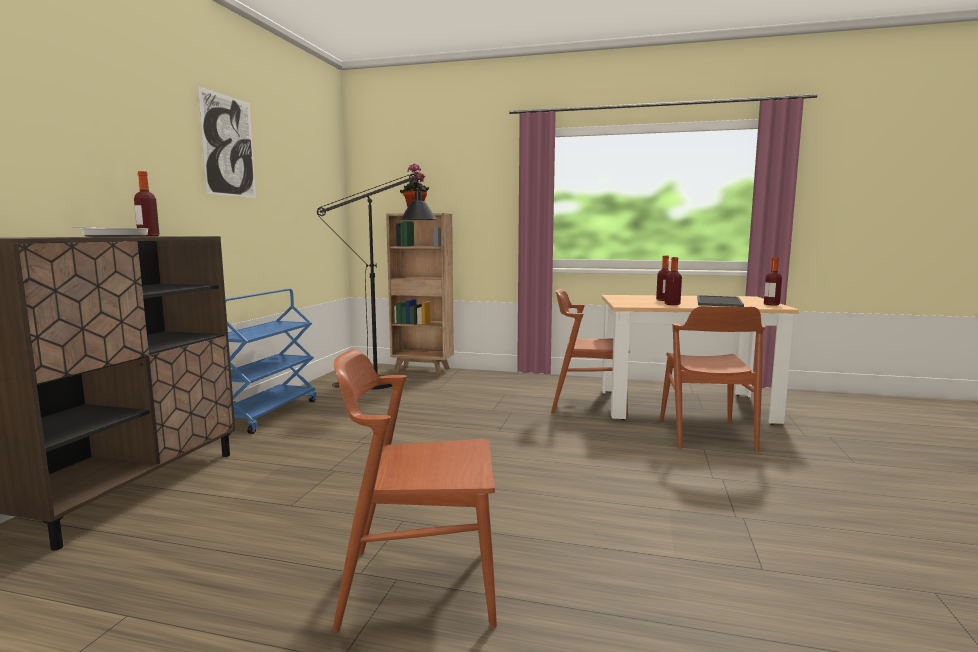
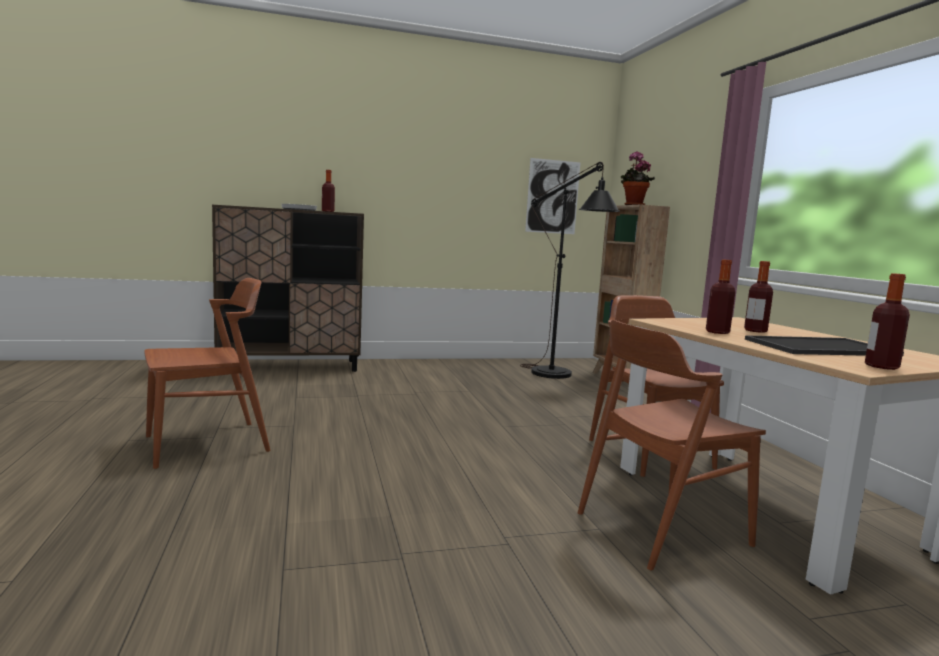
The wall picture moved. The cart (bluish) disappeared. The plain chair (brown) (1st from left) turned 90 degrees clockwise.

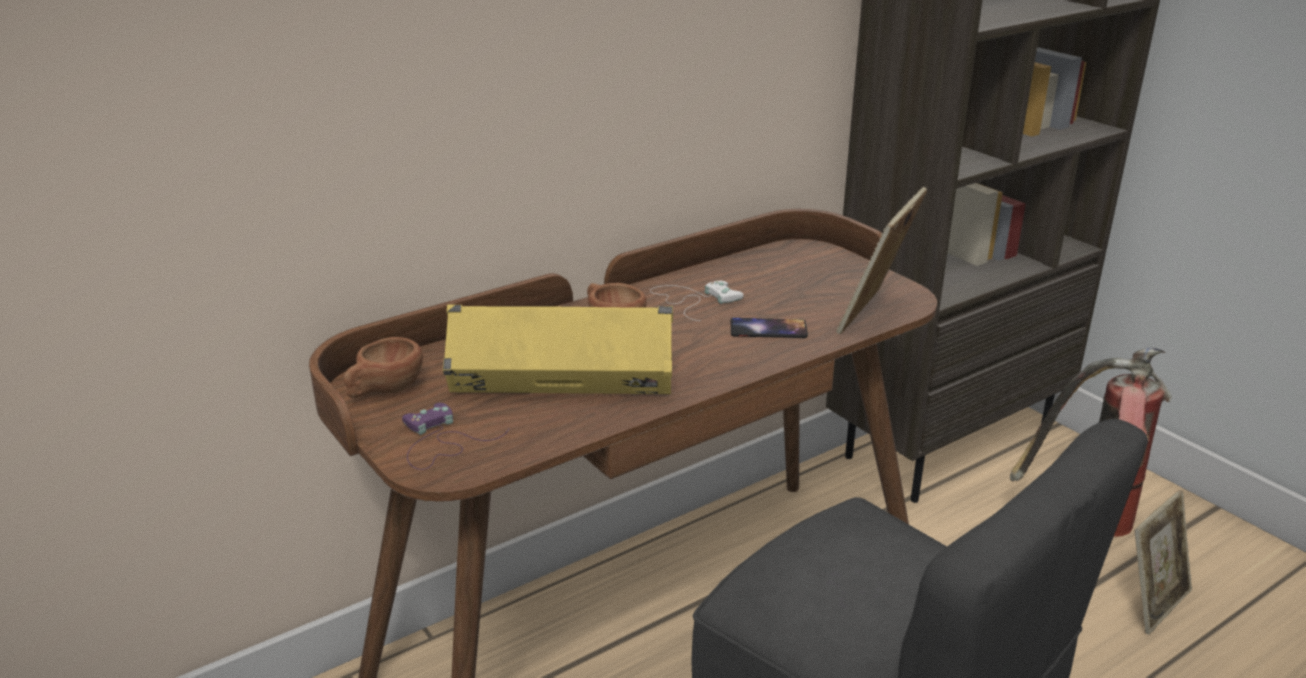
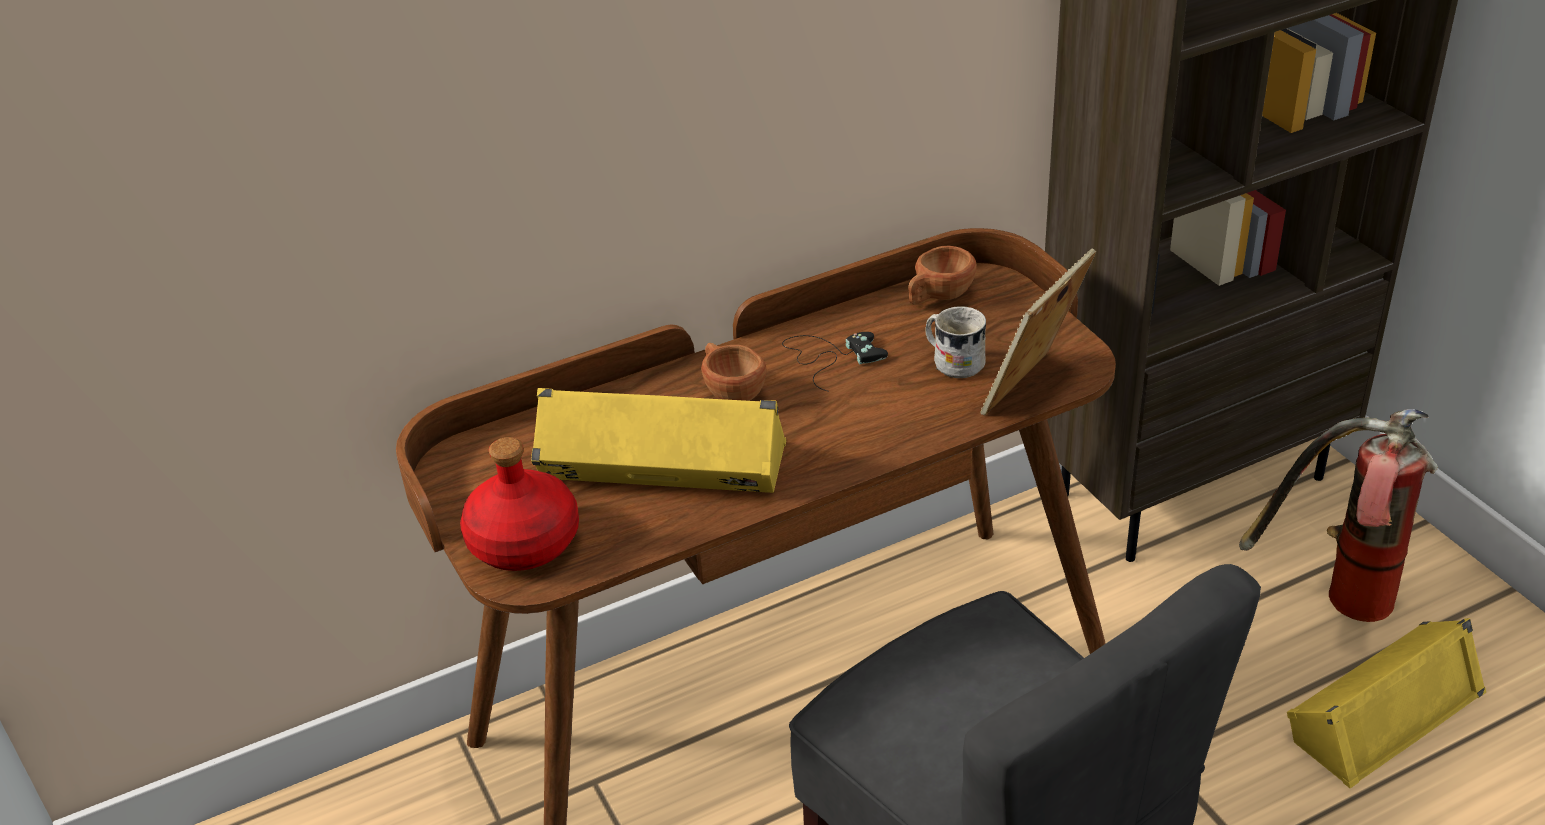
The cup (brown) (1st from left in the first image) moved. The joypad (purplish) was replaced by the bottle (red). The joypad (whitish) became the joypad (black-coloured). The telephone disappeared. The standing frame (2nd from left) was replaced by the audio speaker (yellow) (2nd from left). The mug (whitish) appeared.

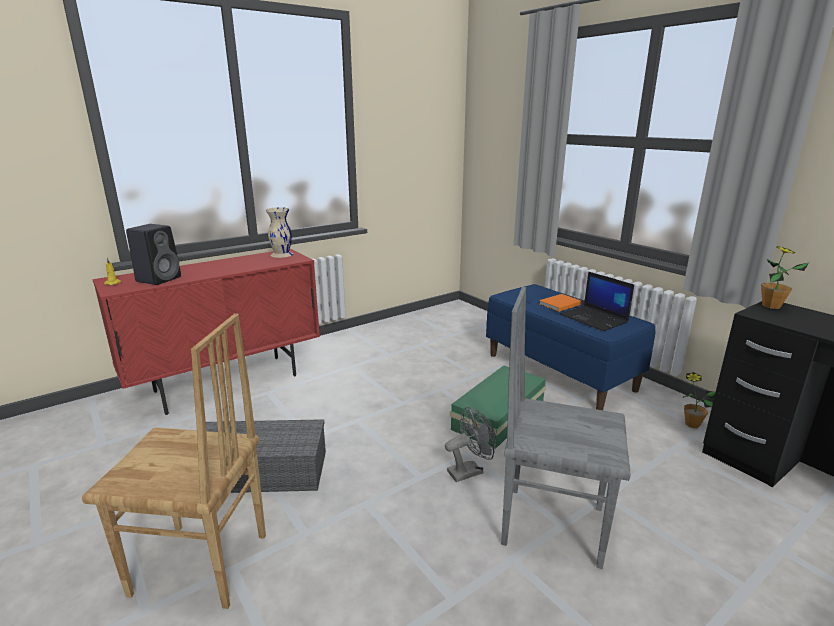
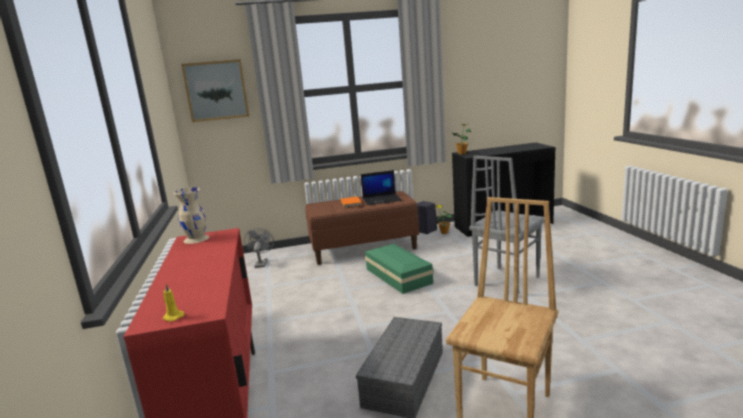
The audio speaker (black-coloured) moved. The cooling fan (grey) moved. The long seat (bluish) became the long seat (brown). The wall picture appeared.

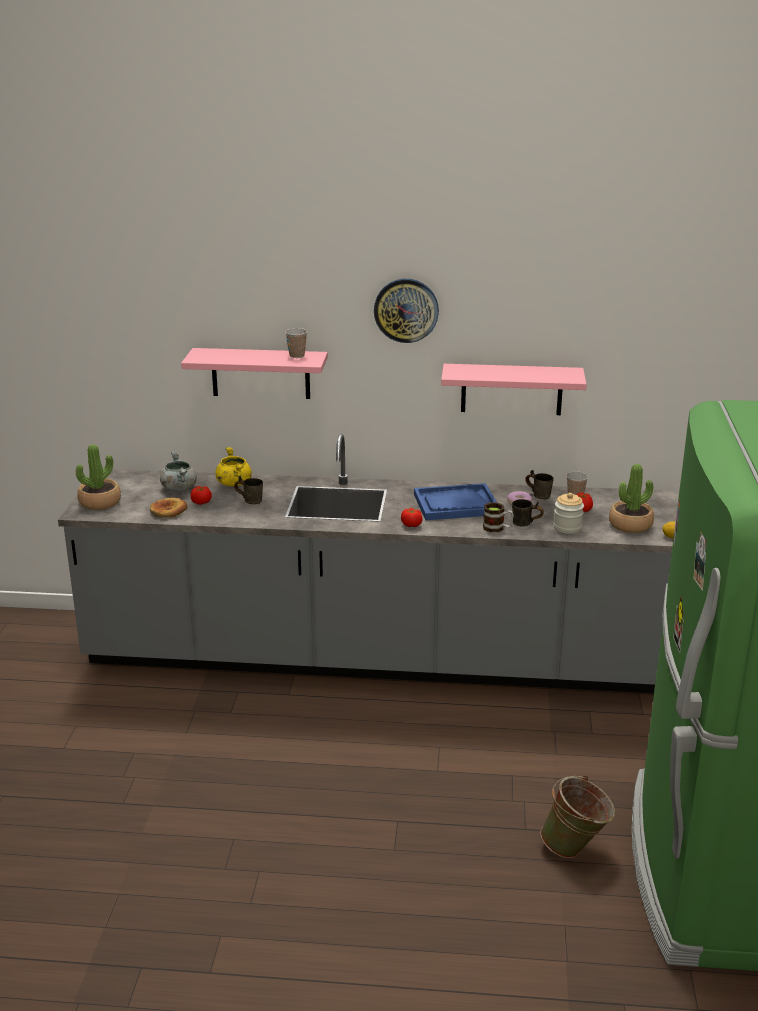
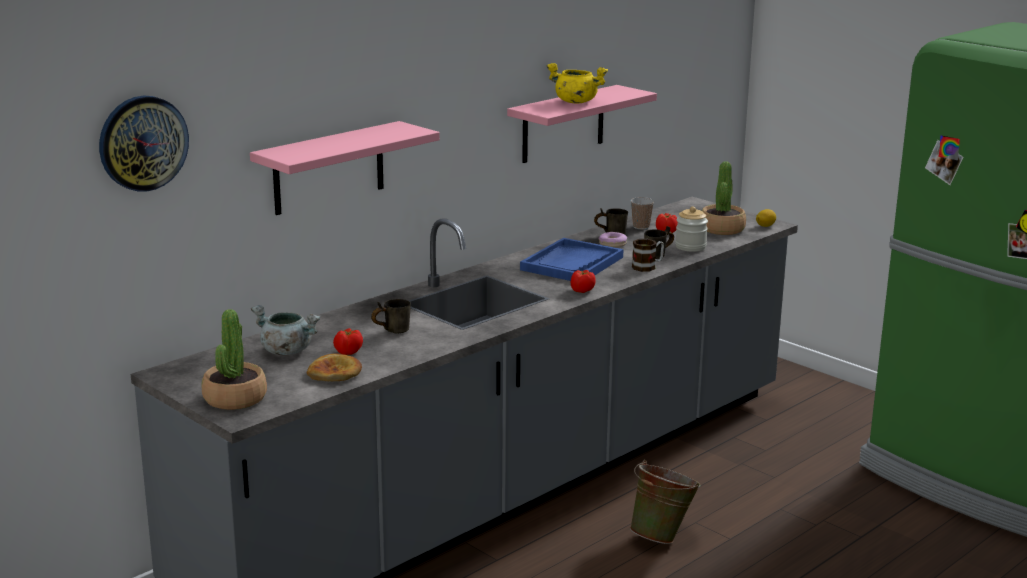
The saucepot (yellow) moved. The cup (1st from left) disappeared. The clock on the wall moved. The bucket (green) moved.

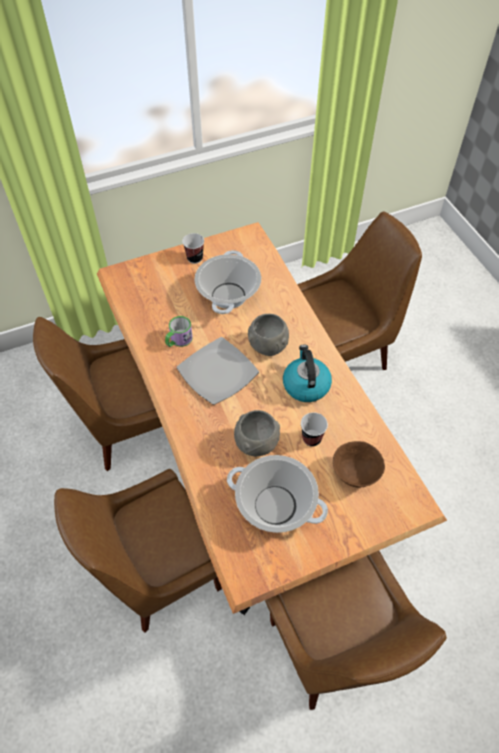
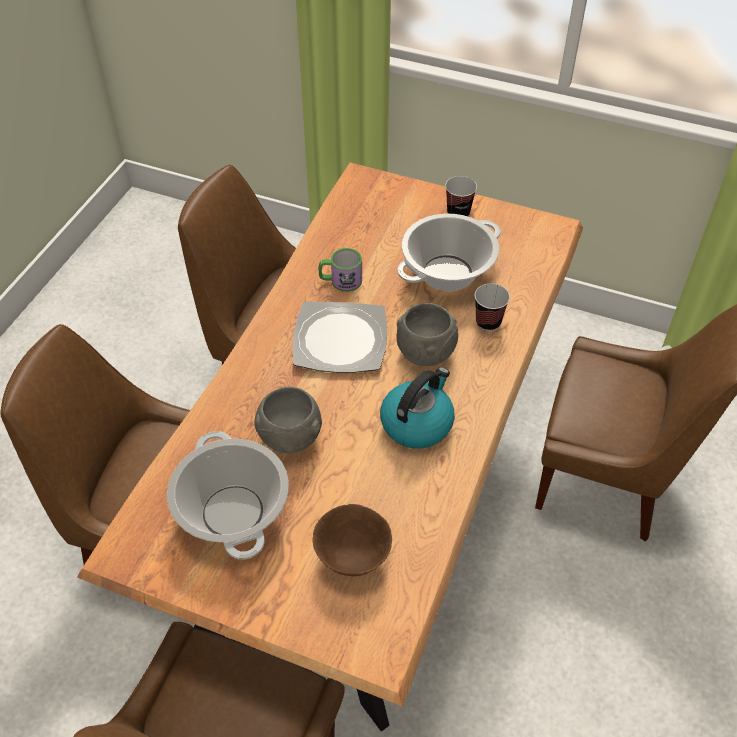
The cup (2nd from left) moved.

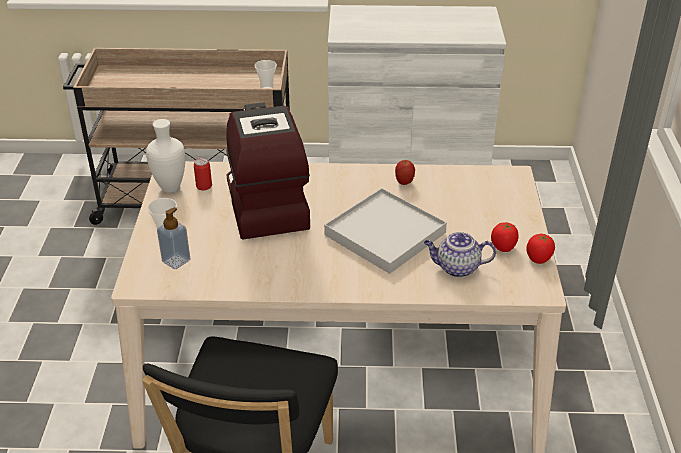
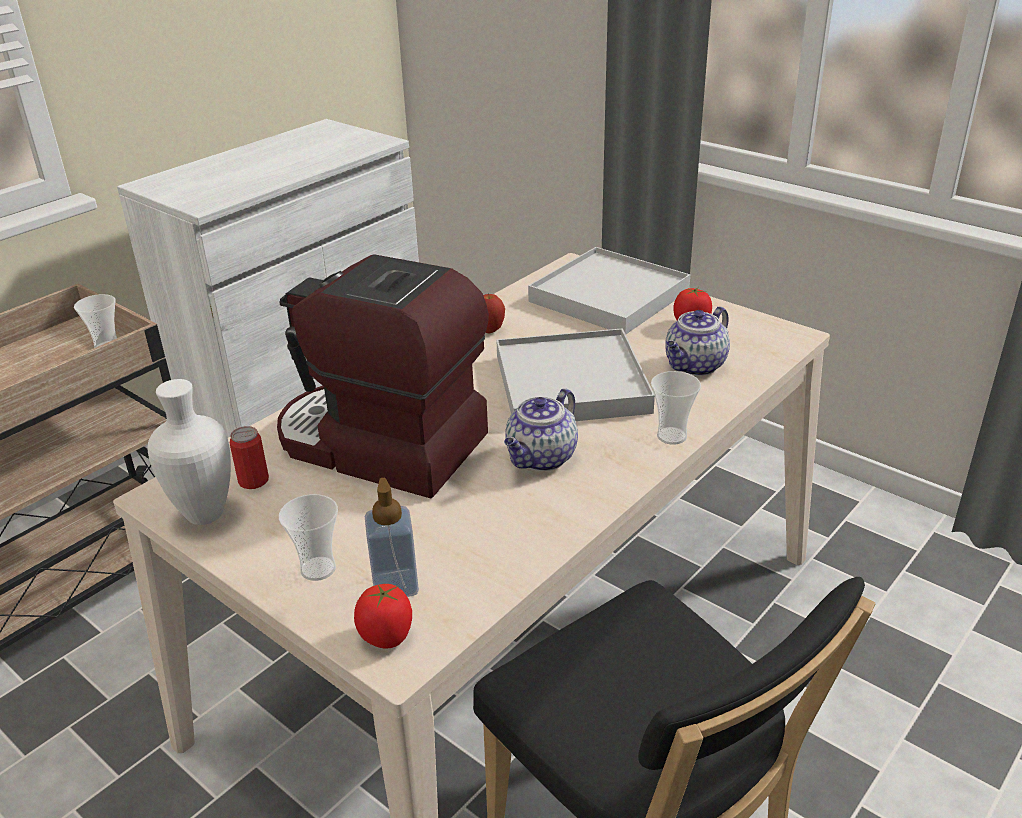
The whole tomato (2nd from left in the first image) moved. The tea pot (1st from left) appeared. The tray (whitish) (2nd from left) appeared. The cup (3rd from left) appeared.

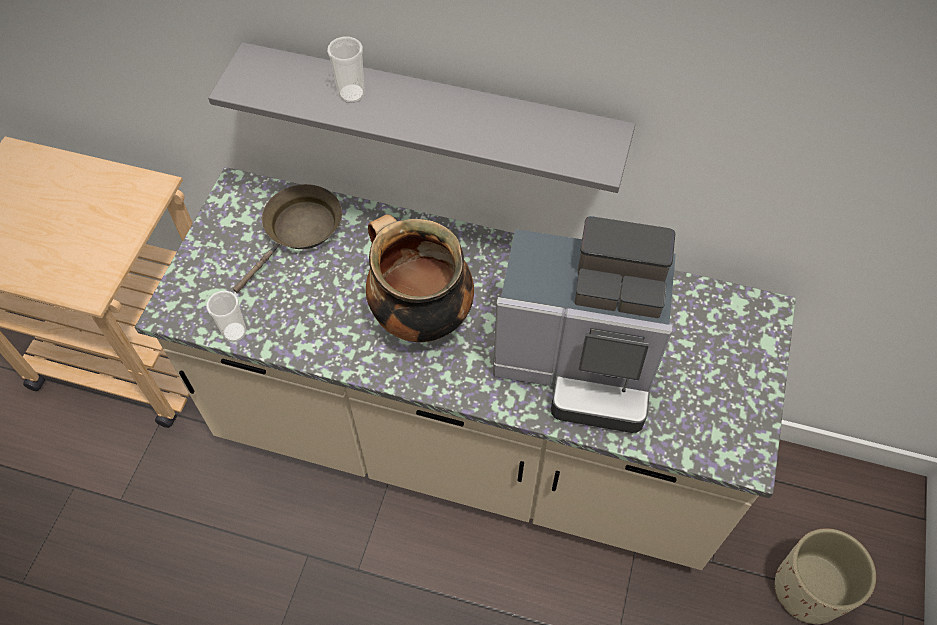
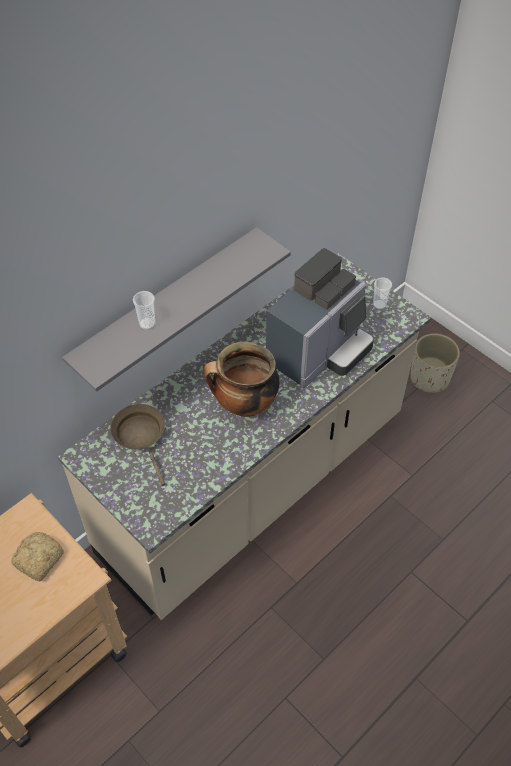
The cup (1st from left in the first image) moved. The bakery bread appeared.

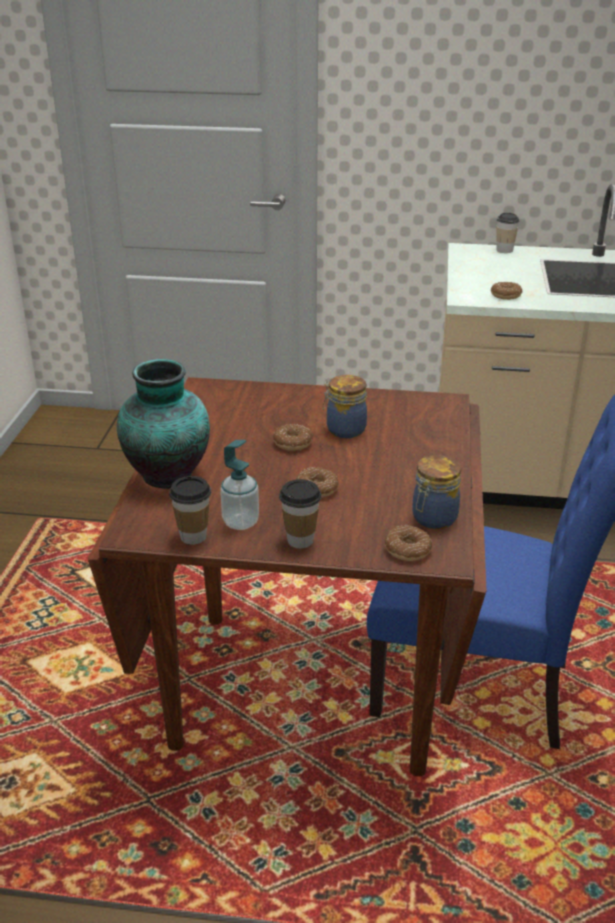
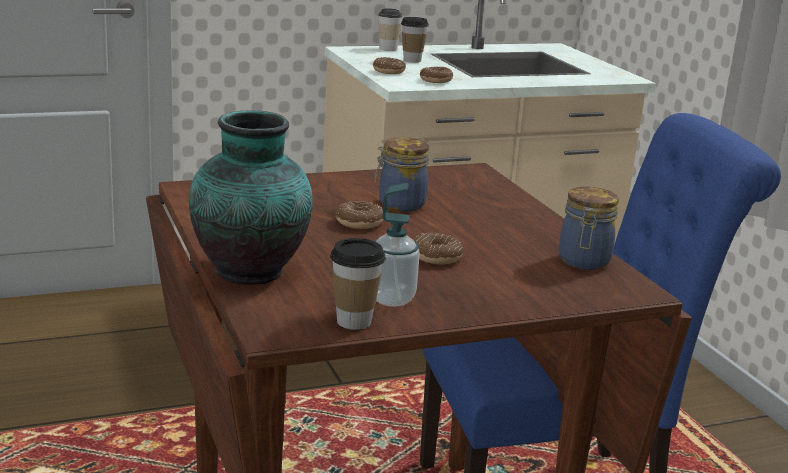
The cup (2nd from left in the first image) moved. The doughnut (3rd from left in the first image) moved.

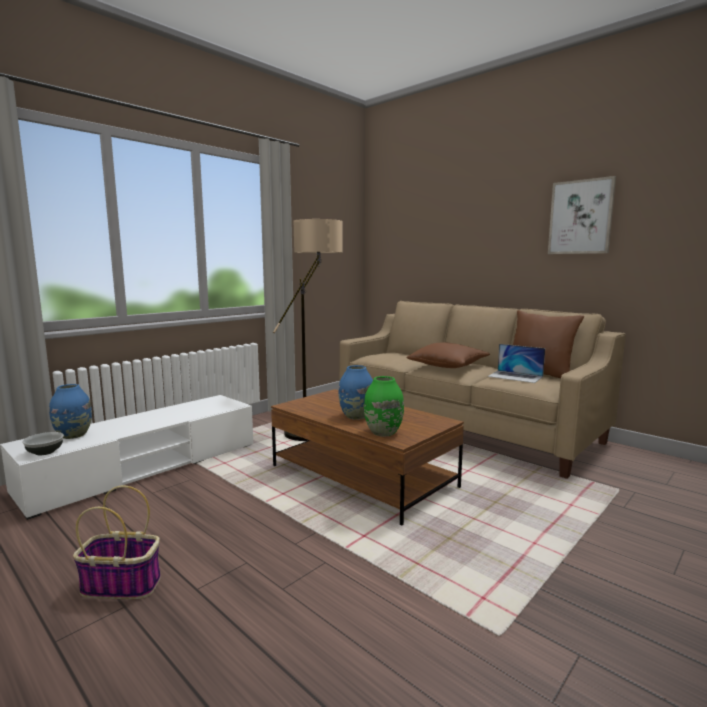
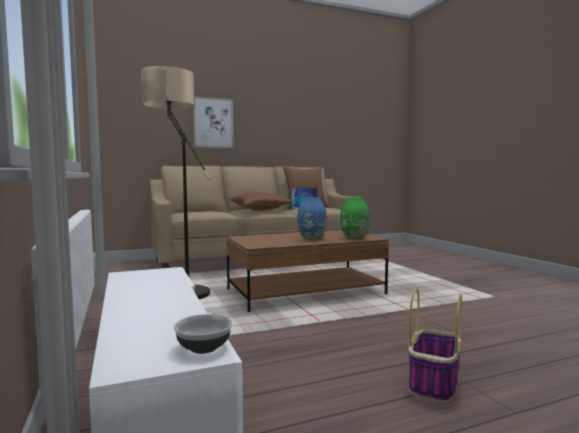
The flower vase (bluish) (1st from left) disappeared. The wall picture moved.

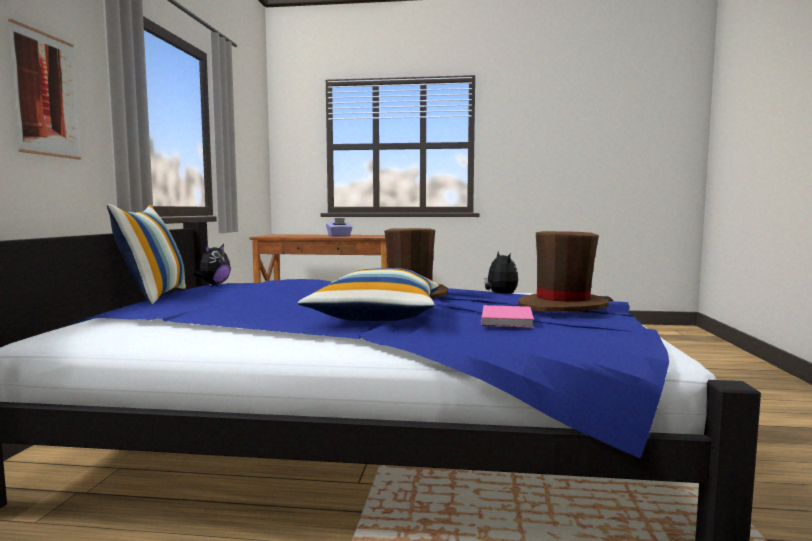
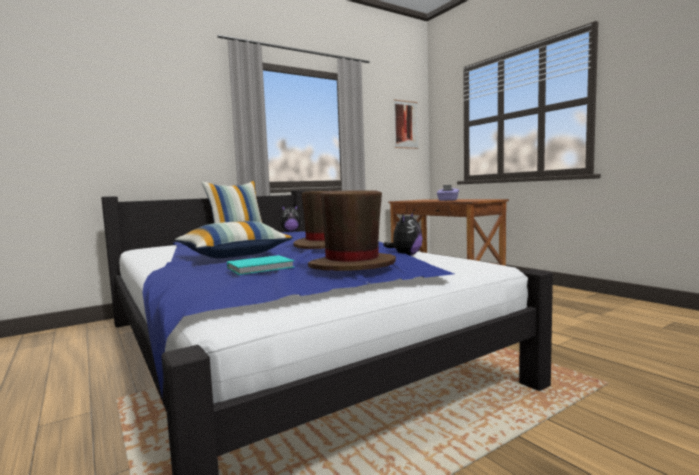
The wall picture moved. The volume (pink) became the volume (turquoise-coloured).

